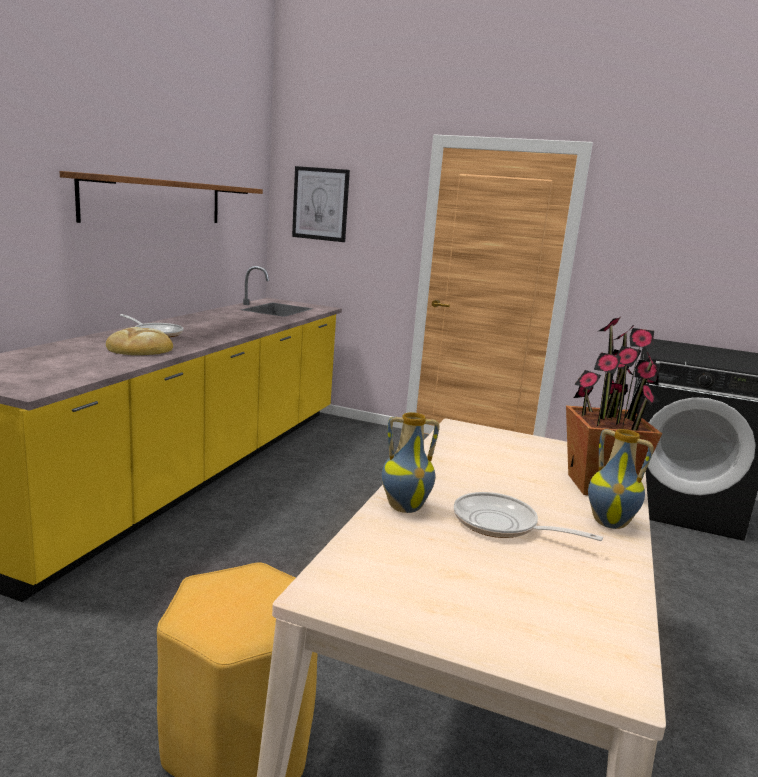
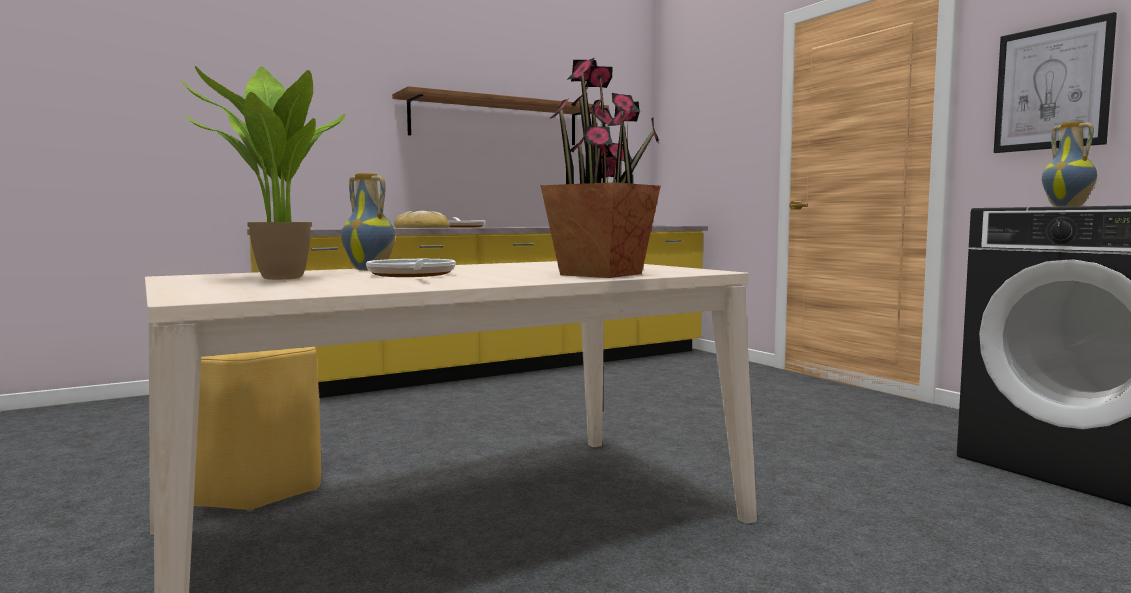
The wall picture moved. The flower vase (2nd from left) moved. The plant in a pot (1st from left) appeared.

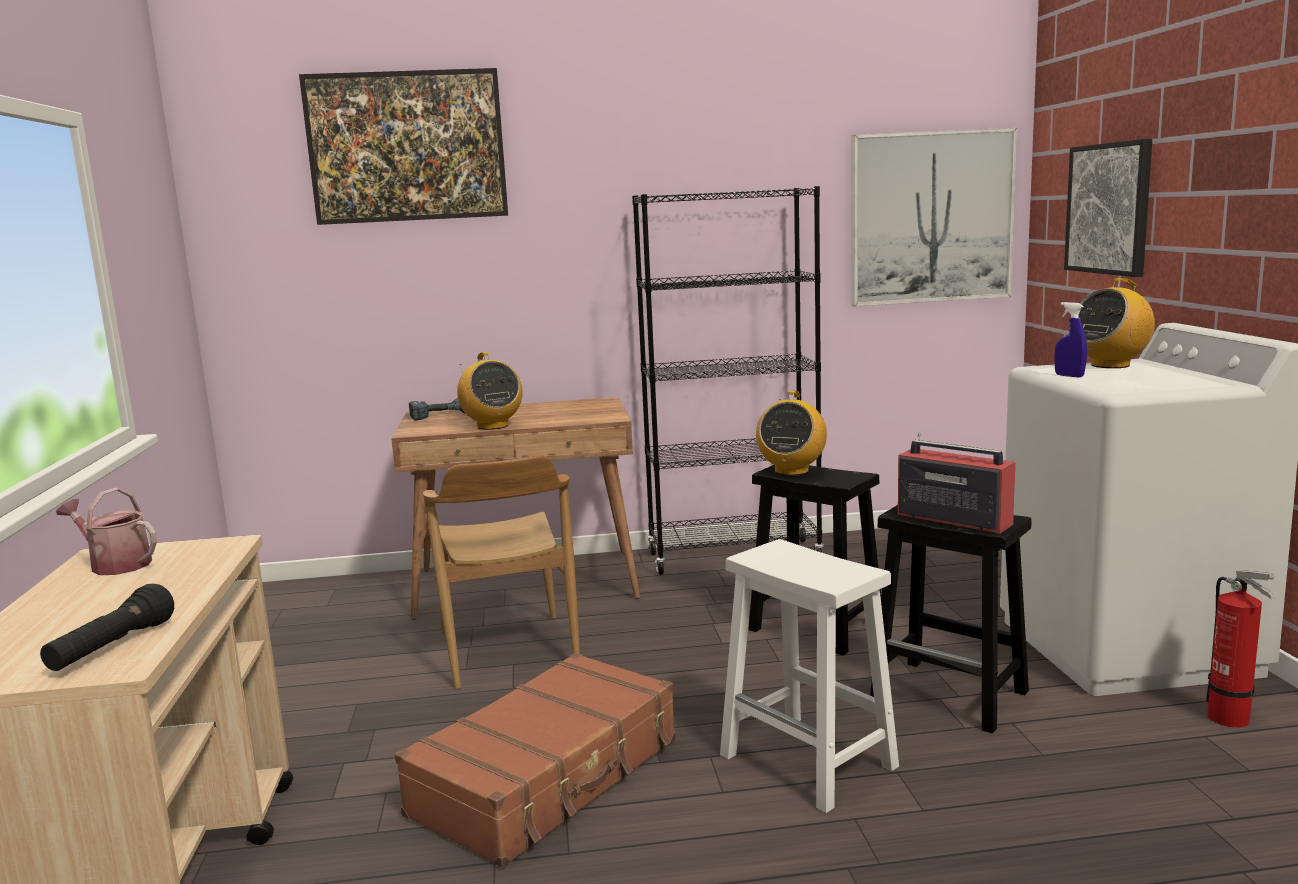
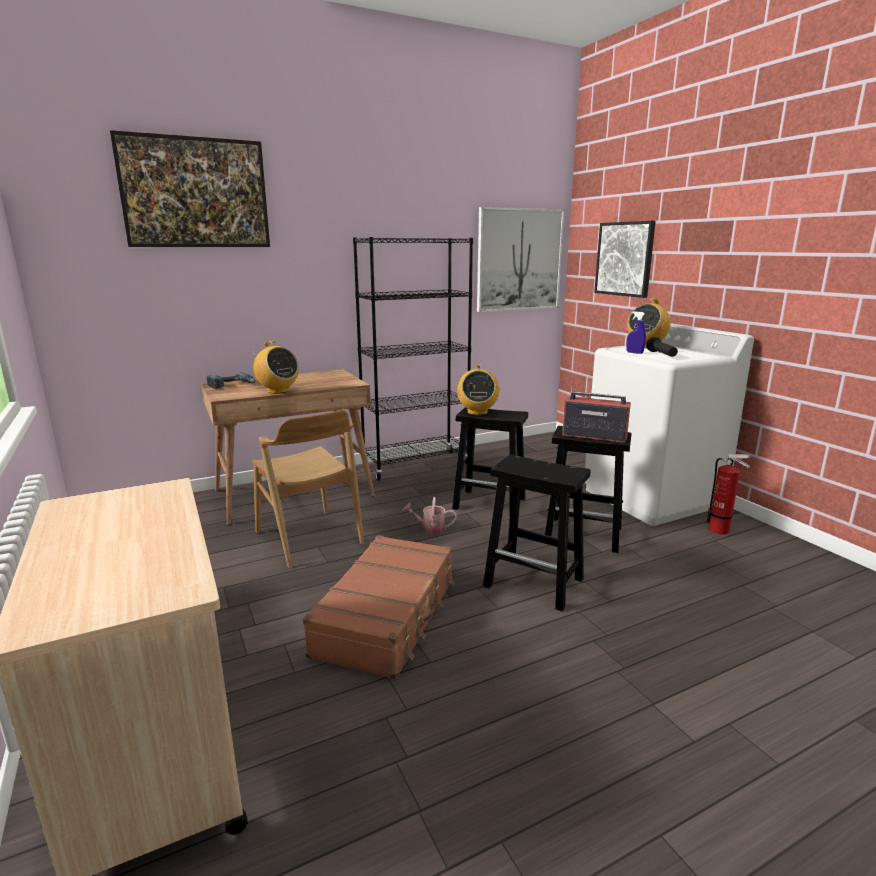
The hand torch (black-coloured) moved. The sprinkling can moved. The stool seat (whitish) became the stool seat (black-coloured) (2nd from left).

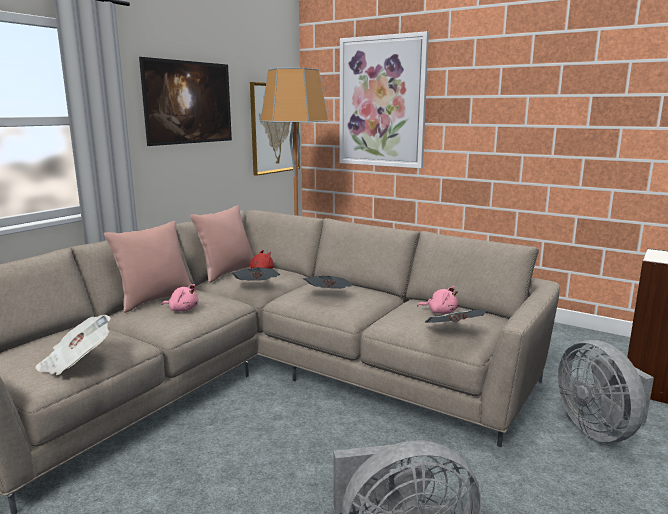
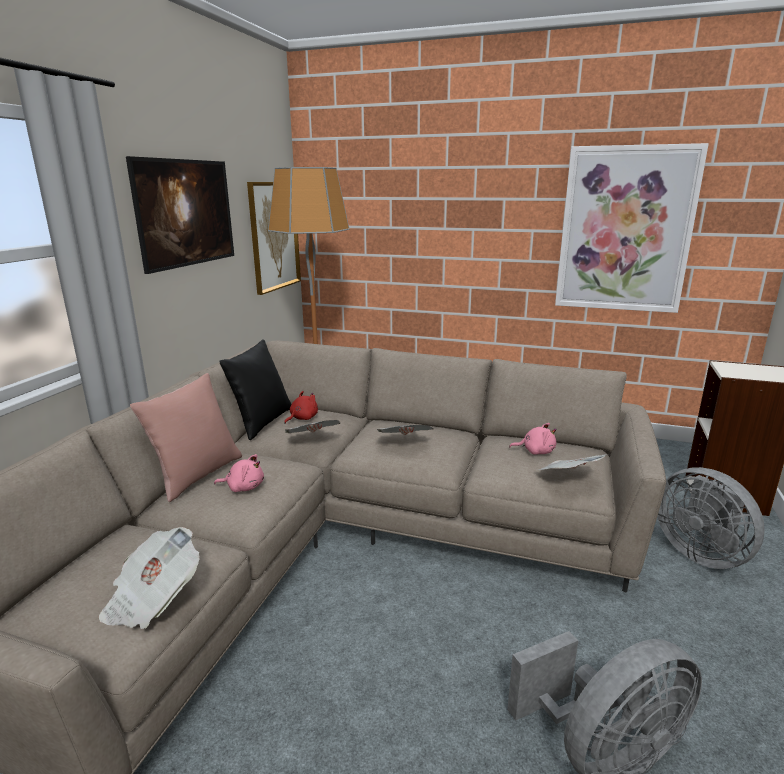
The pillow (pink) (2nd from left) became the pillow (black-coloured). The wall picture (3rd from left) moved.

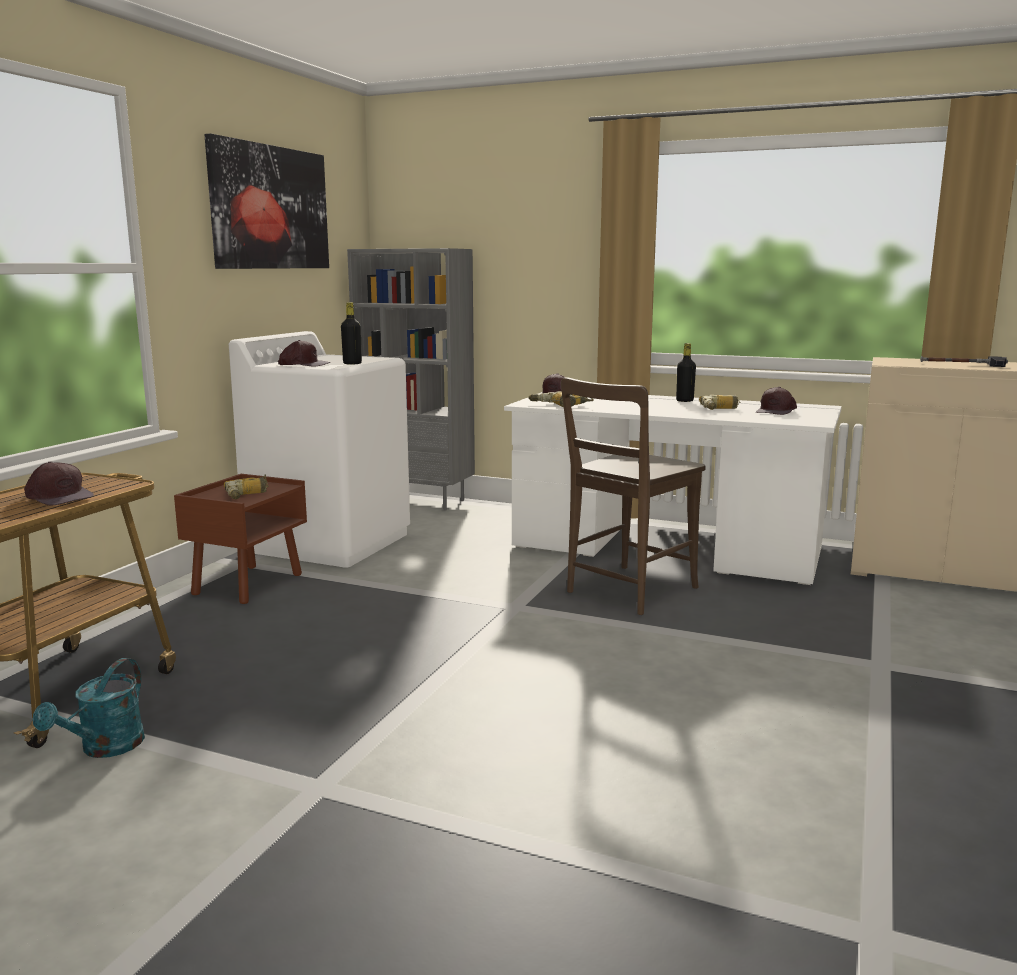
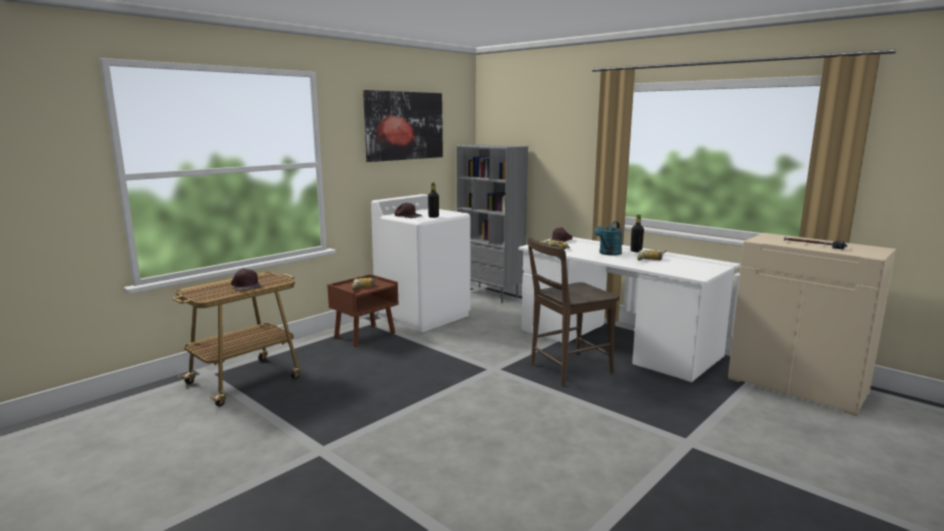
The sprinkling can (turquoise-coloured) moved. The cap (brown) (4th from left) disappeared.

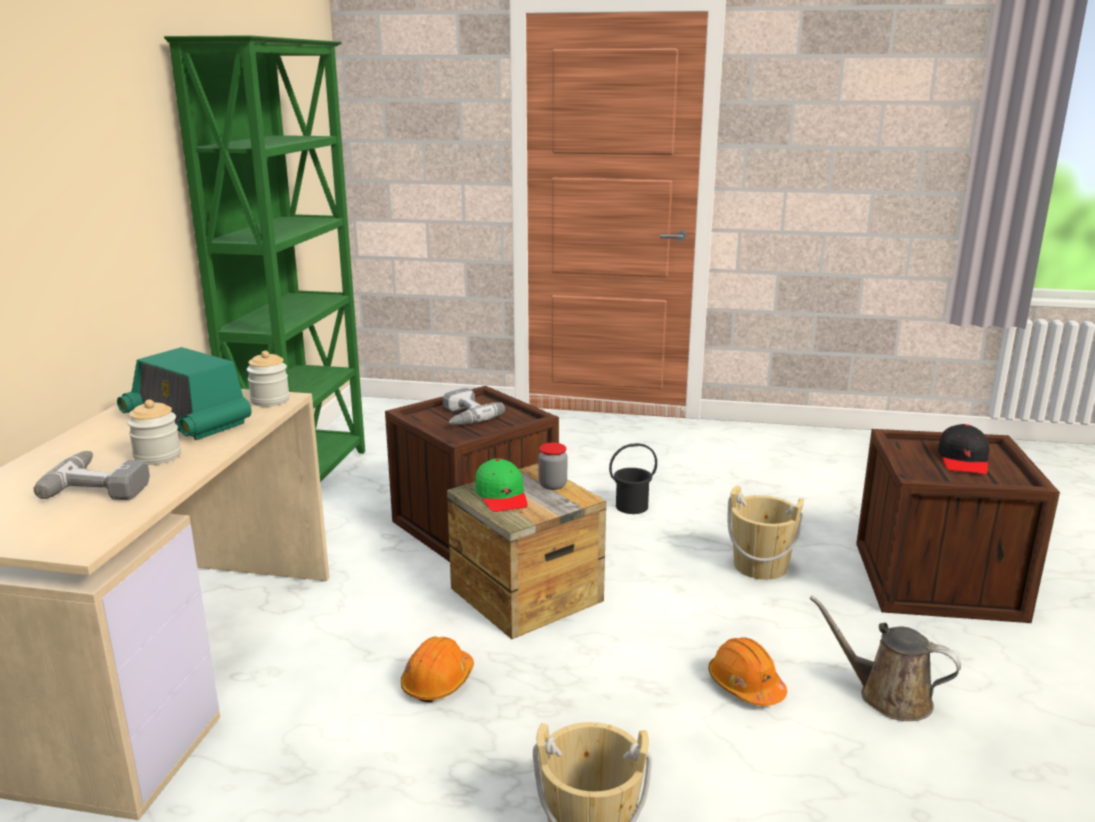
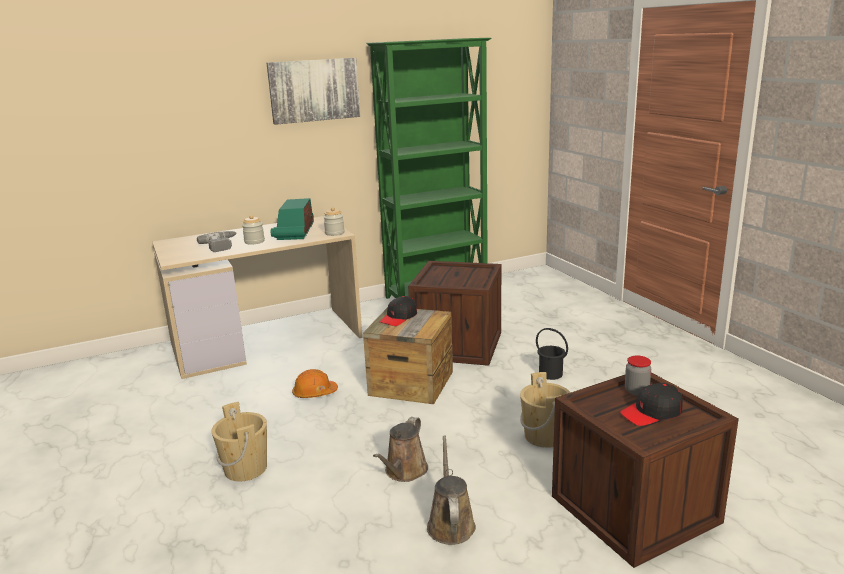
The power drill (2nd from left) disappeared. The cap (green) became the cap (black-coloured) (1st from left). The preserve jar (3rd from left) moved. The hard hat (orange) (2nd from left) was replaced by the sprinkling can (brown) (1st from left). The wall picture appeared.

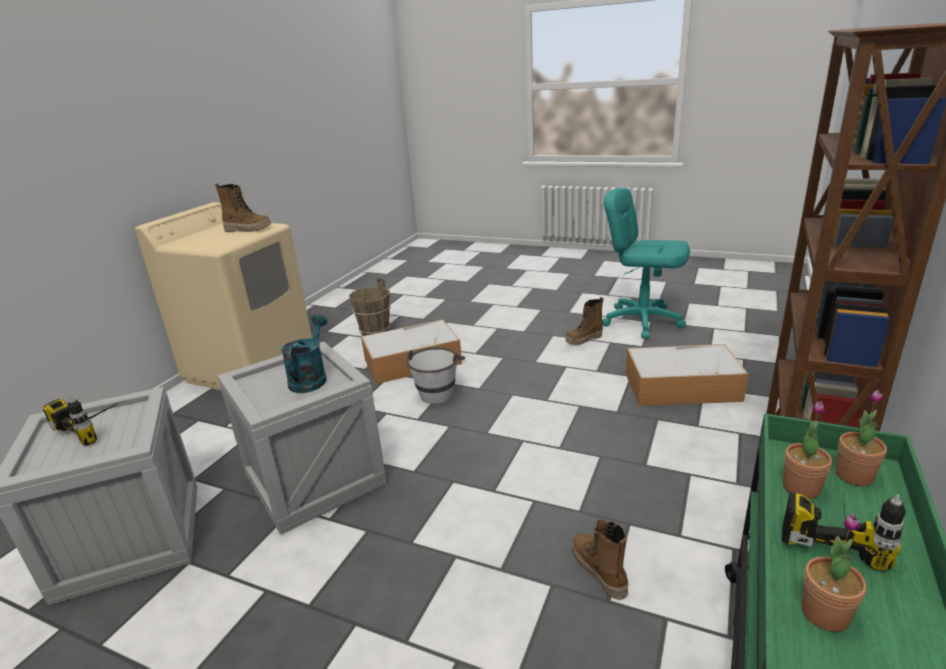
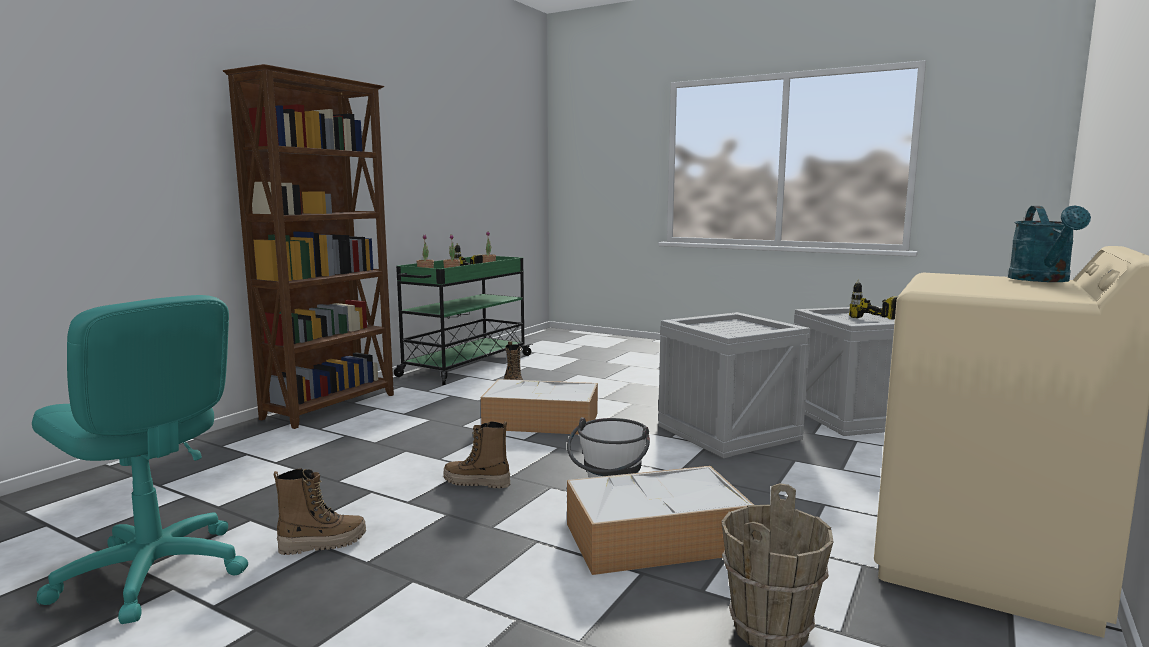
The tall boot (1st from left in the first image) moved. The sprinkling can (turquoise-coloured) moved. The storage box (2nd from left in the first image) moved.

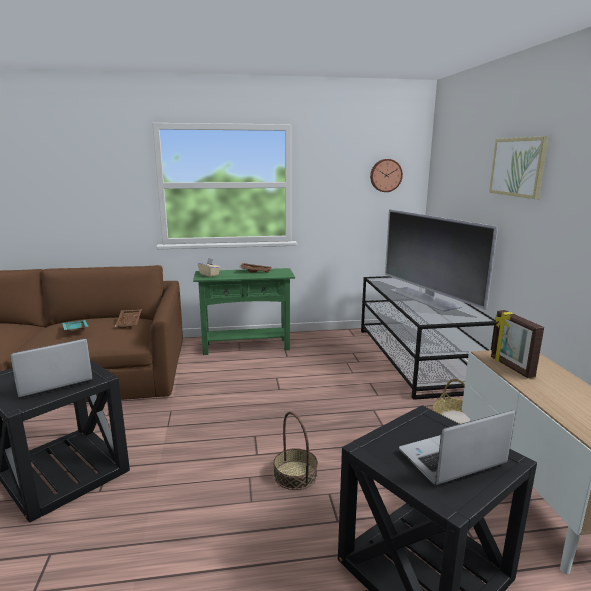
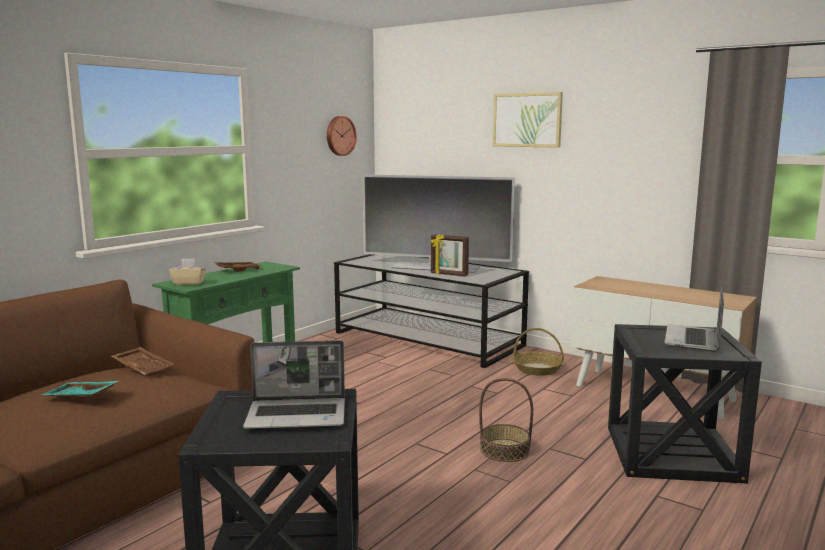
The portable computer (1st from left) turned 105 degrees counterclockwise. The standing frame moved.

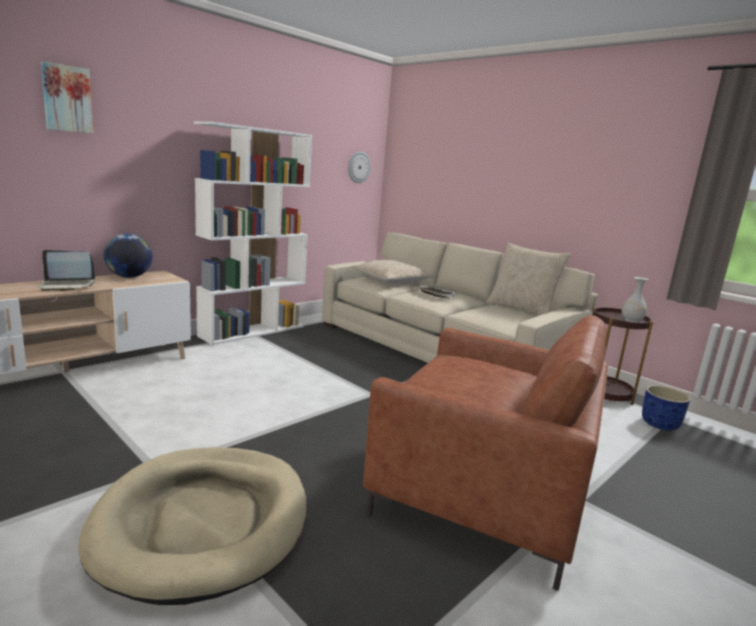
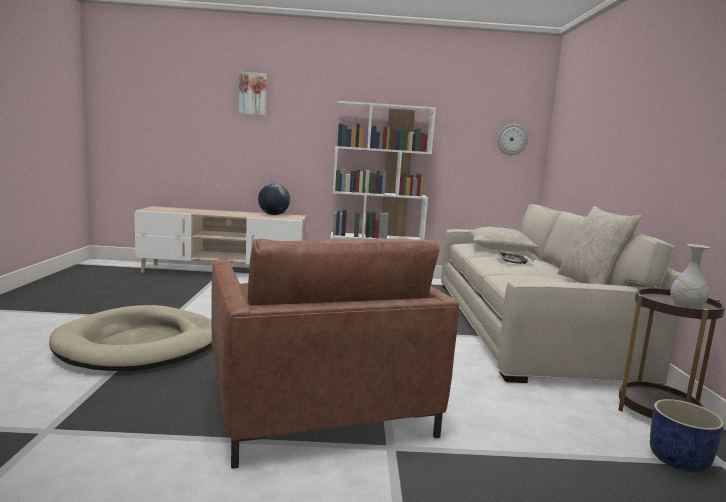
The portable computer disappeared.

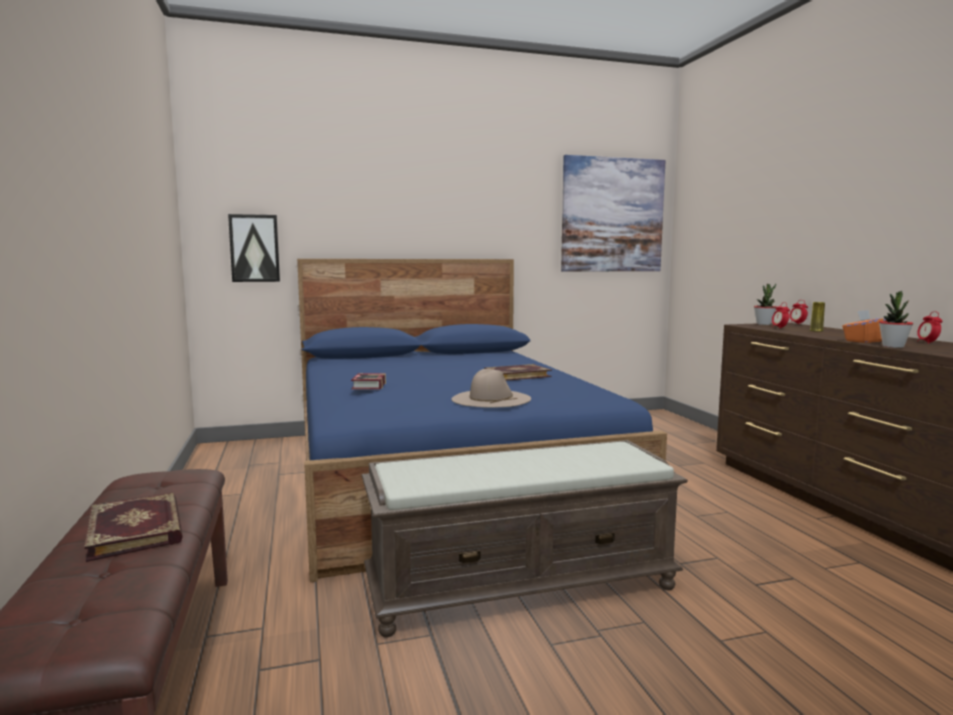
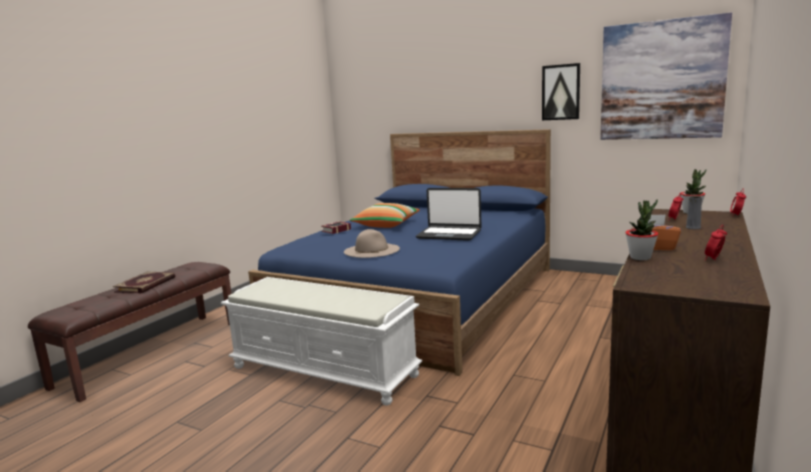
The wall picture (1st from left) moved. The long seat (brown) (2nd from left) became the long seat (whitish). The volume (3rd from left) was replaced by the portable computer. The flower vase (yellow) became the flower vase (grey). The pillow appeared.

